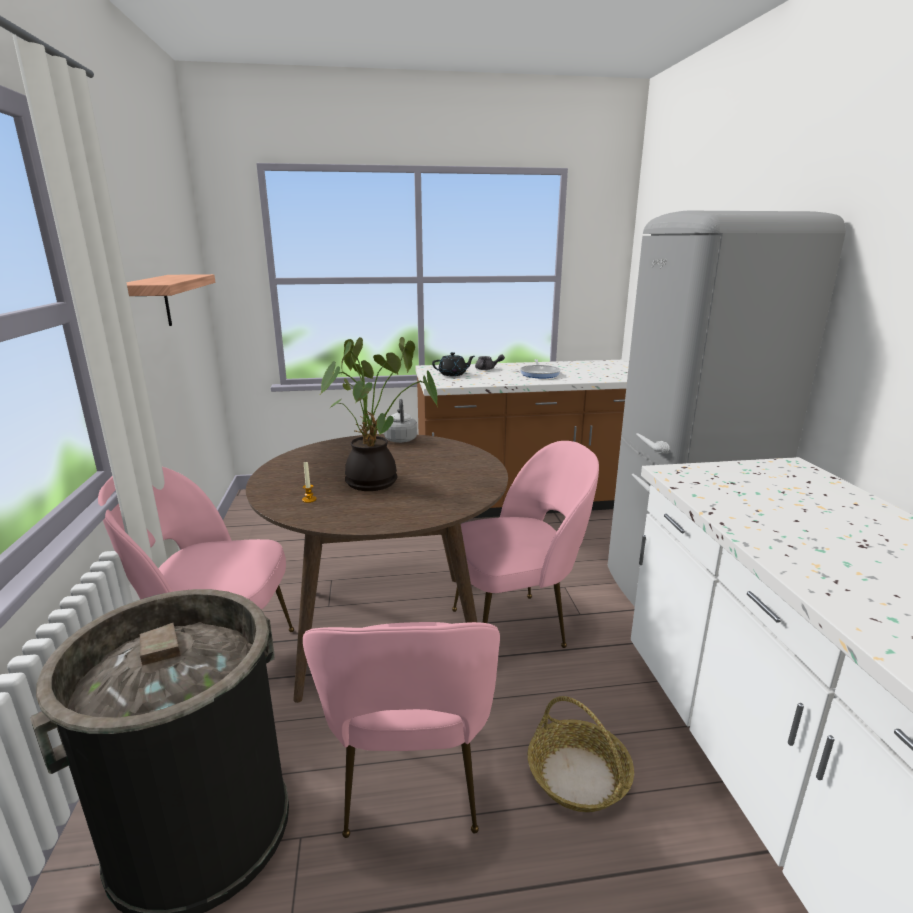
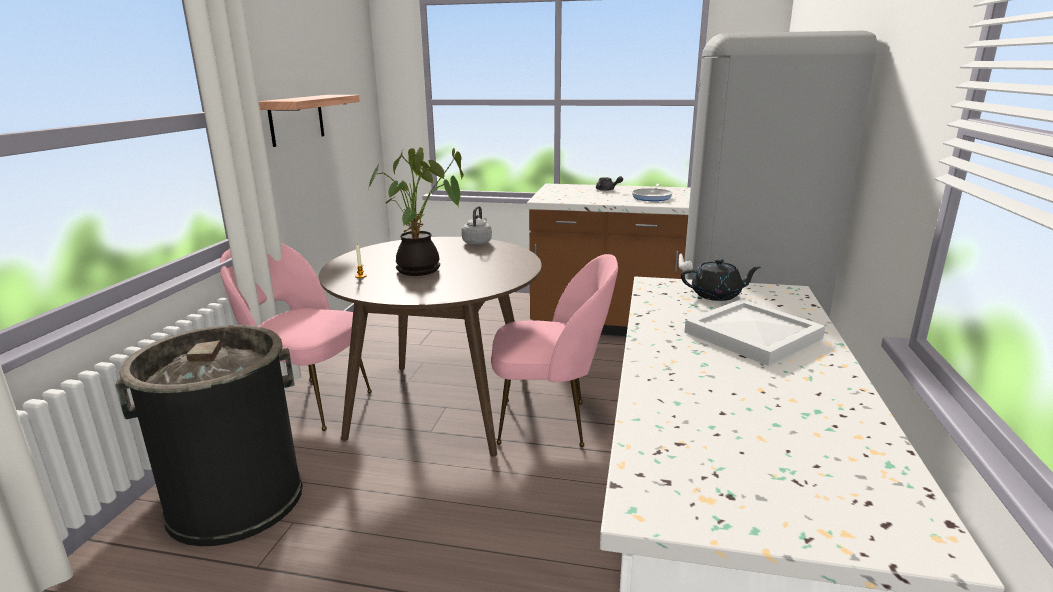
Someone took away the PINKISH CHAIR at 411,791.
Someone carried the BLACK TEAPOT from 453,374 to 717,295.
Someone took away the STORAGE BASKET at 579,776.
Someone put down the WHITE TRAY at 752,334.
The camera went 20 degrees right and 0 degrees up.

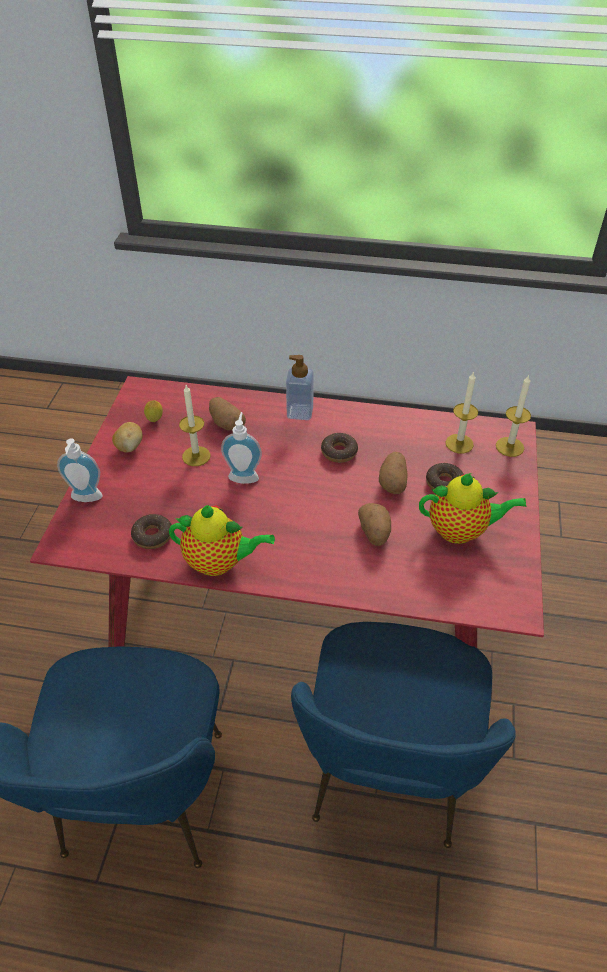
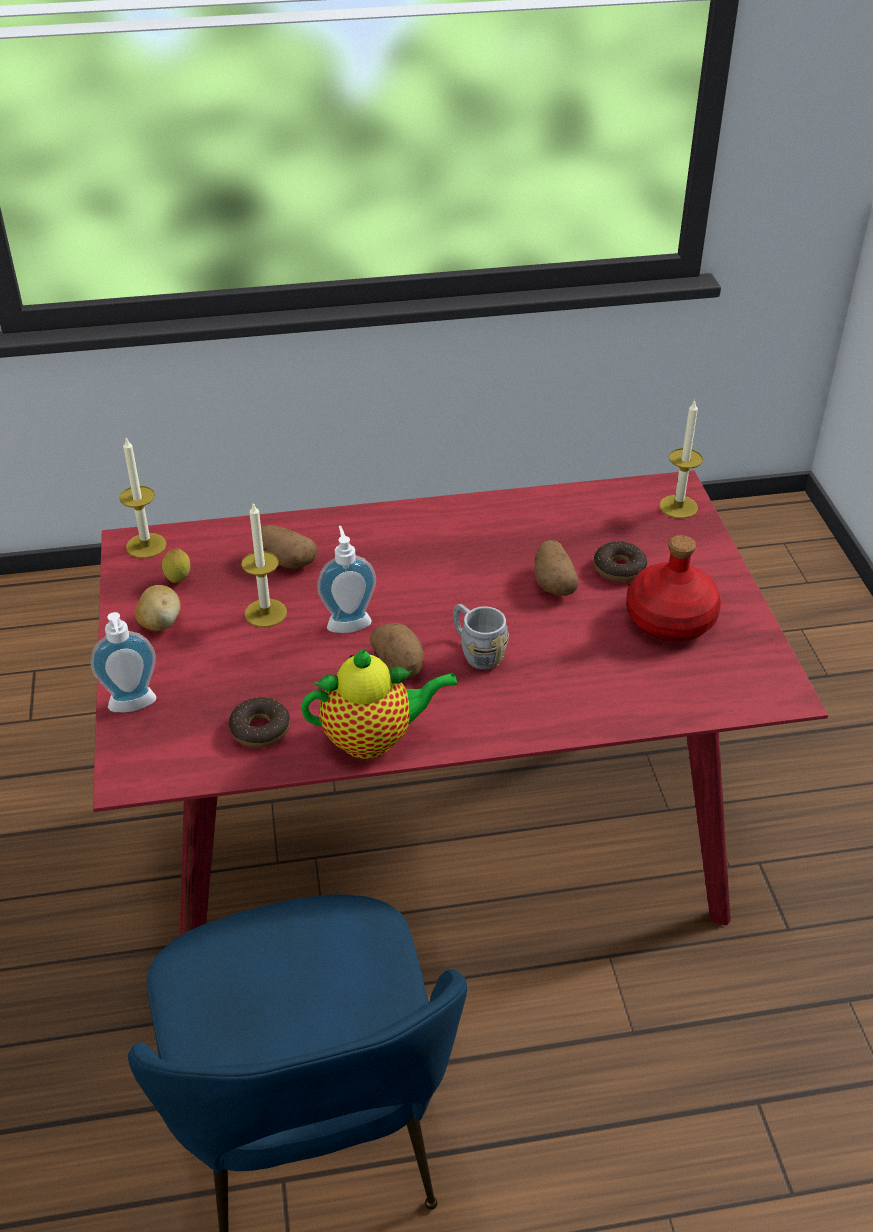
Someone took away the LIQUID SOAP BOTTLE at 300,412.
Someone took away the BLUE-COLOURED CHAIR at 385,783.
Someone took away the DONUT at 339,452.
Someone carried the SPUD from 374,533 to 400,664.
Someone swapped the TEAPOT at 461,531 for the REDDISH BOTTLE at 669,620.
Someone carried the WAX LIGHT from 459,443 to 146,545.
Someone put down the GRAY COFFEE MUG at 476,652.
The camera went 20 degrees left and 5 degrees down.

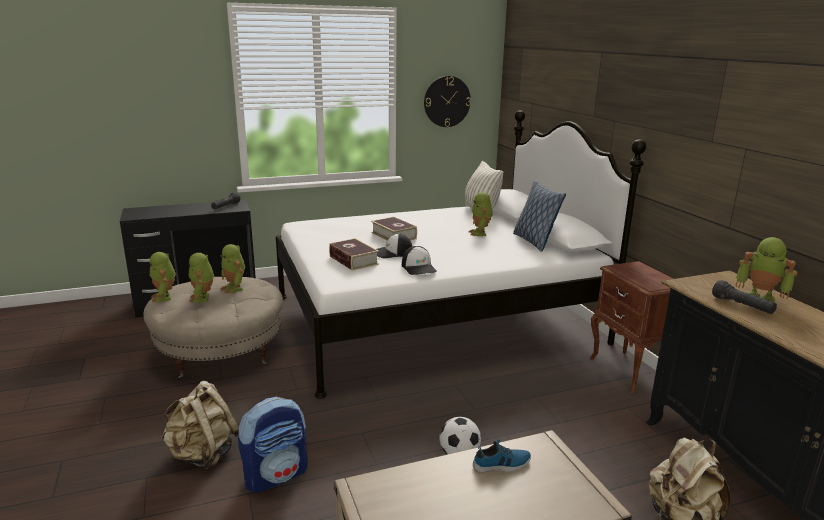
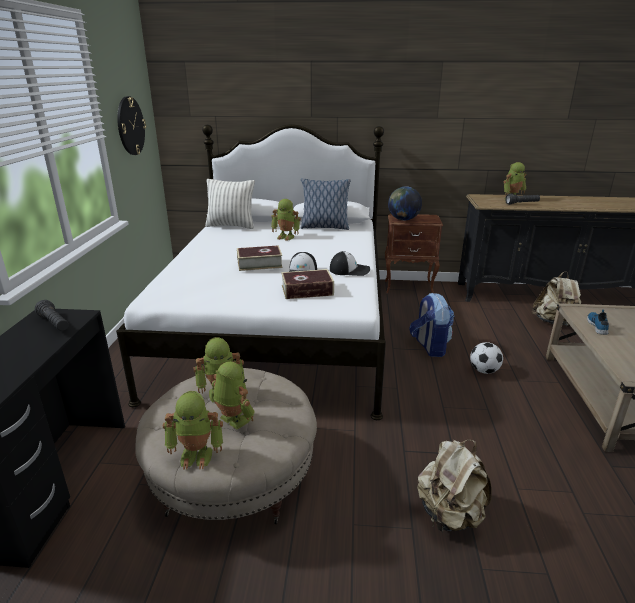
Someone rotated the ROBOT FIGURE at 203,298 by 150 degrees counterclockwise.
Someone carried the KNAPSACK from 276,475 to 429,347.
Someone put down the GLOBE at 403,219.
The camera went 65 degrees left and 5 degrees up.

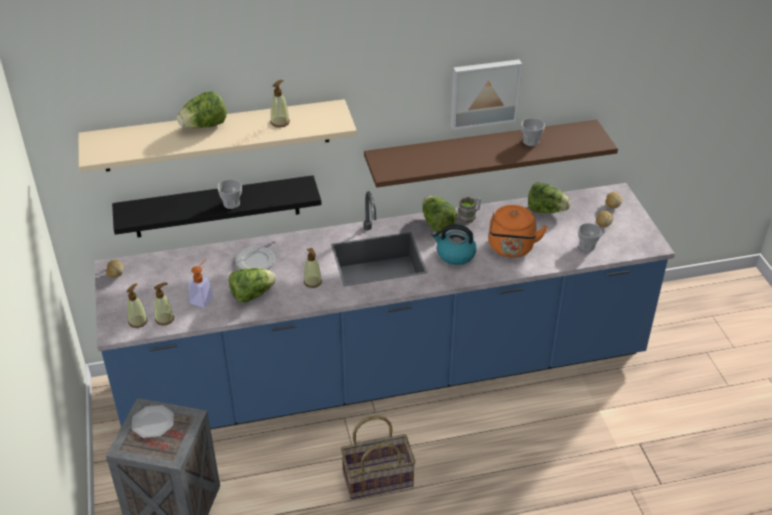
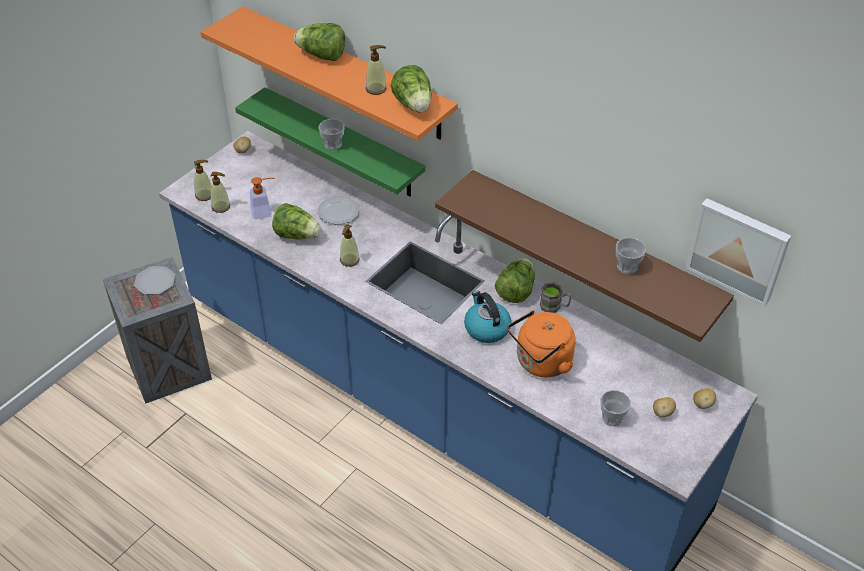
Someone repainted the BEIGE-COLOURED WALL SHELF at 217,135, which became the ORANGE-COLOURED WALL SHELF at 345,73.
Someone repainted the BLACK WALL SHELF at 217,207, which became the GREEN-COLOURED WALL SHELF at 343,143.
Someone took away the STORAGE BASKET at 378,478.
Someone carried the PICTURE from 484,93 to 738,249.
Someone carried the LETTUCE HEAD from 546,210 to 414,105.
The camera went 50 degrees right and 5 degrees up.

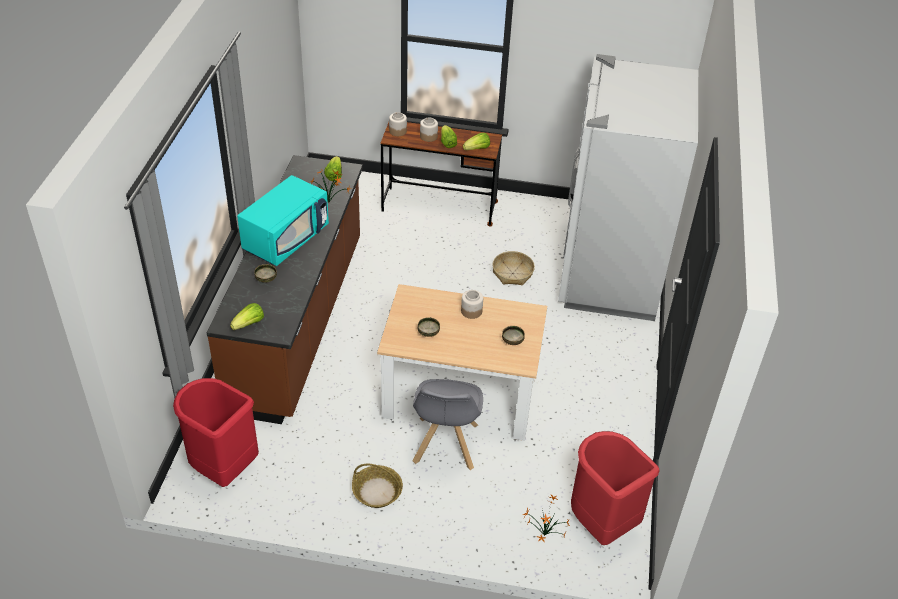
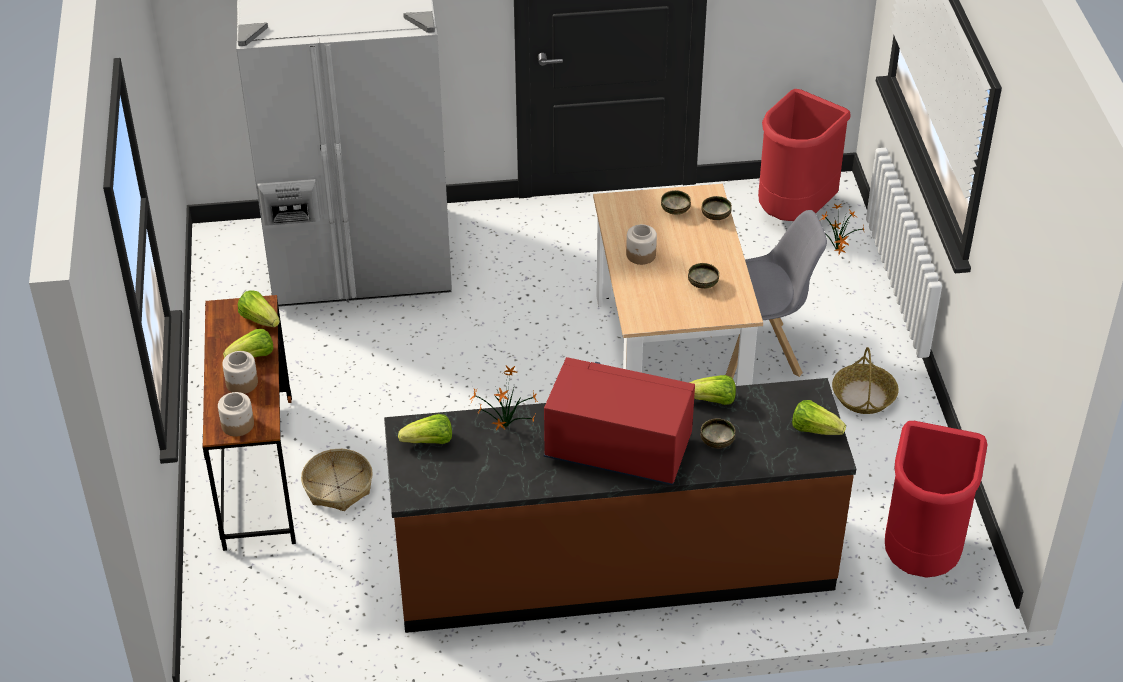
Someone repainted the BLUE-GREEN MICROWAVE at 286,239, which became the REDDISH MICROWAVE at 617,449.
Someone carried the STORAGE BASKET from 512,273 to 338,487.
Someone put down the LETTUCE HEAD at 712,401.
Someone put down the SERVING BOWL at 716,217.
The camera went 105 degrees left and 0 degrees up.

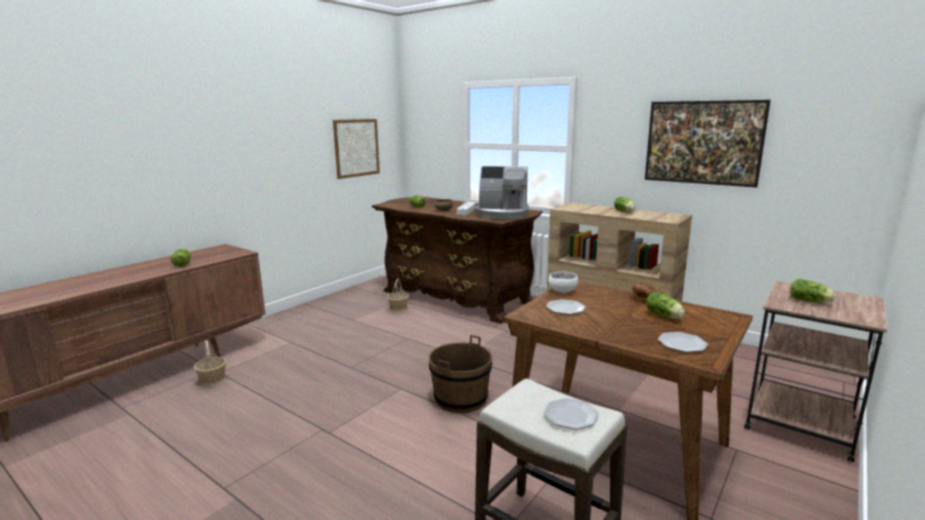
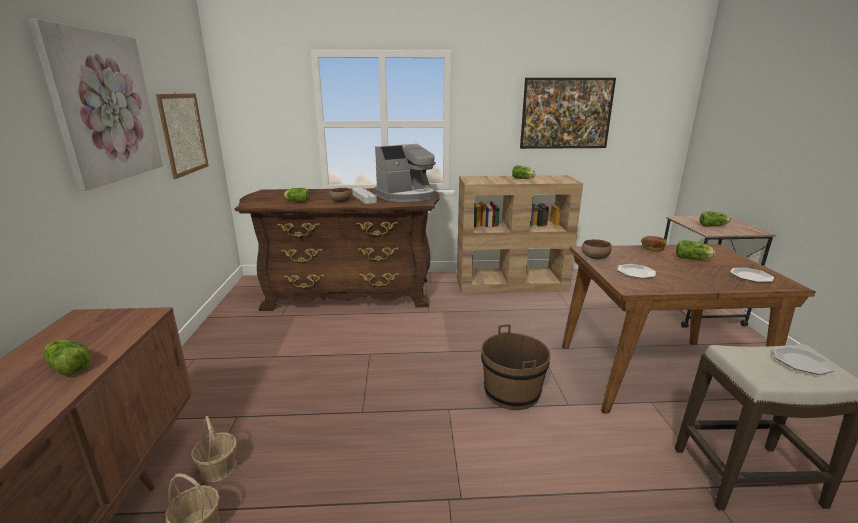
Someone carried the STORAGE BASKET from 398,309 to 219,468.
Someone repainted the WHITE SERVING BOWL at 562,291, which became the BROWN SERVING BOWL at 594,258.
Someone put up the PICTURE at 105,107.
The camera went 40 degrees left and 5 degrees up.

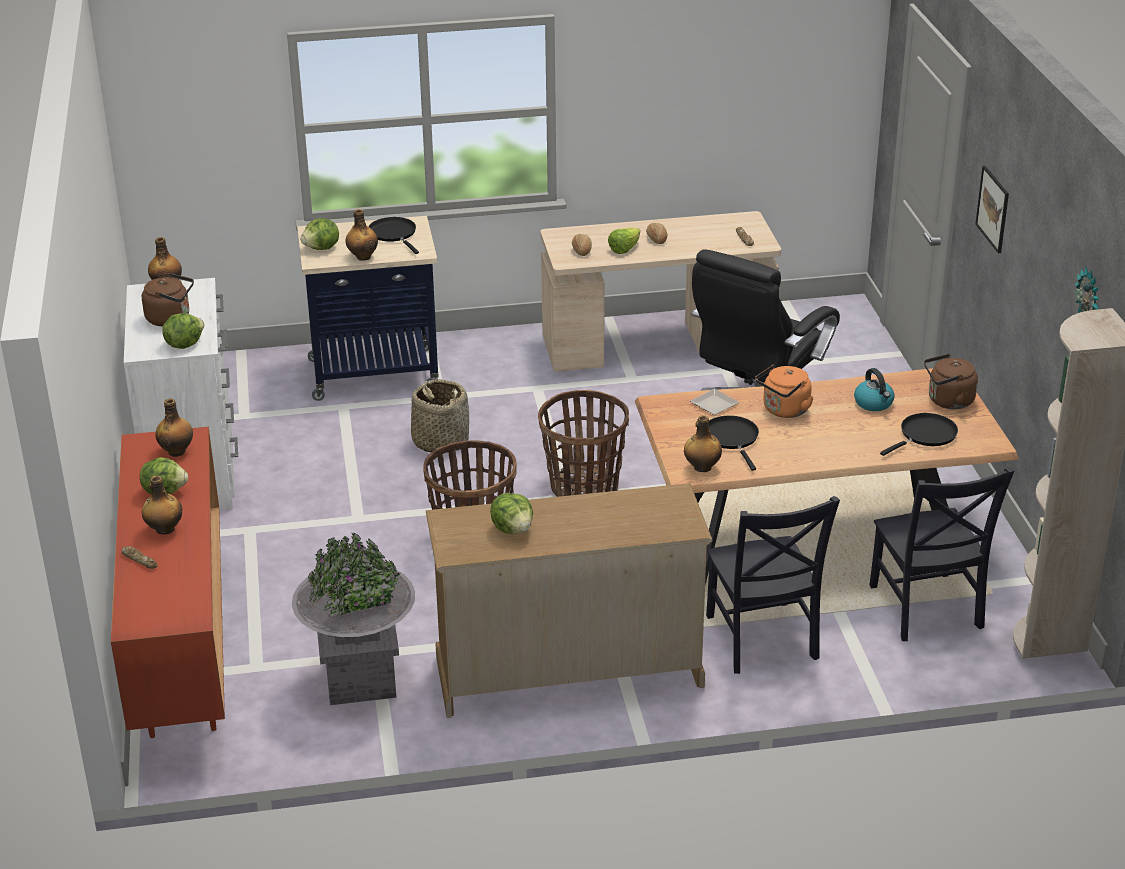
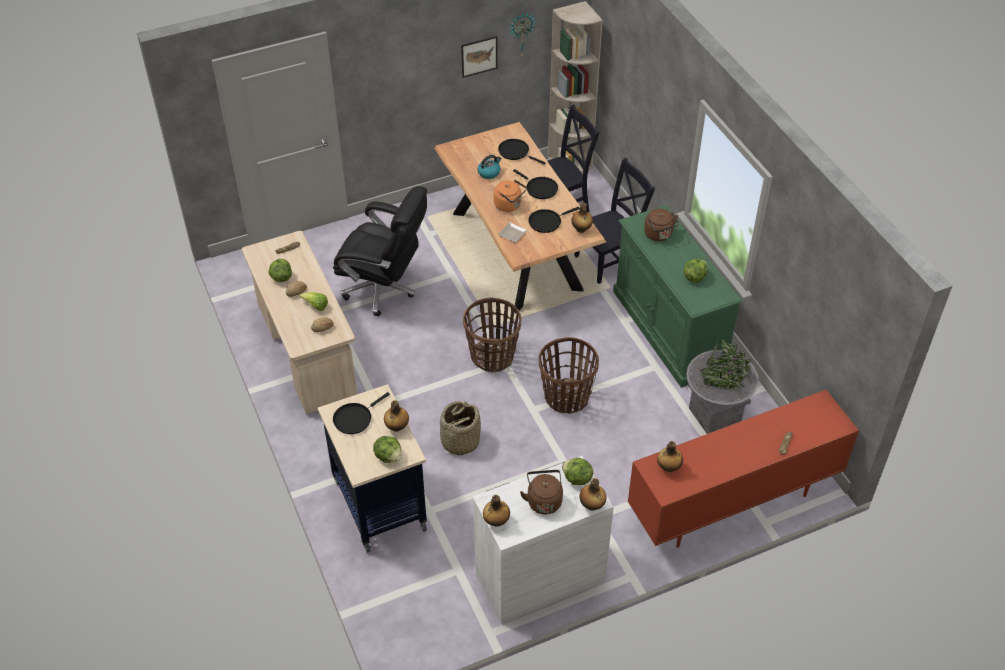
Someone carried the LETTUCE HEAD from 164,491 to 281,277.
Someone carried the BOTTLE from 164,529 to 591,505.
Someone repainted the BROWN CUPBOARD at 566,671, which became the GREEN-COLOURED CUPBOARD at 668,331.
Someone carried the BROWN TEA KETTLE from 947,401 to 659,235.
Someone carried the PICTURE from 993,209 to 479,56.
Someone put down the BLACK PAN at 539,188.
The camera went 105 degrees left and 15 degrees up.

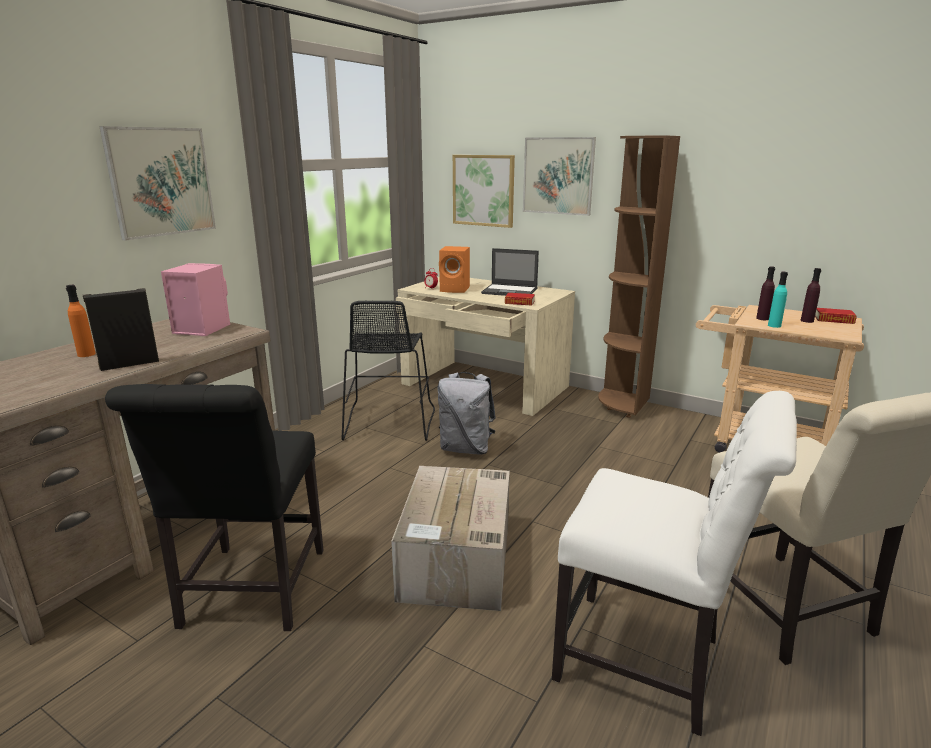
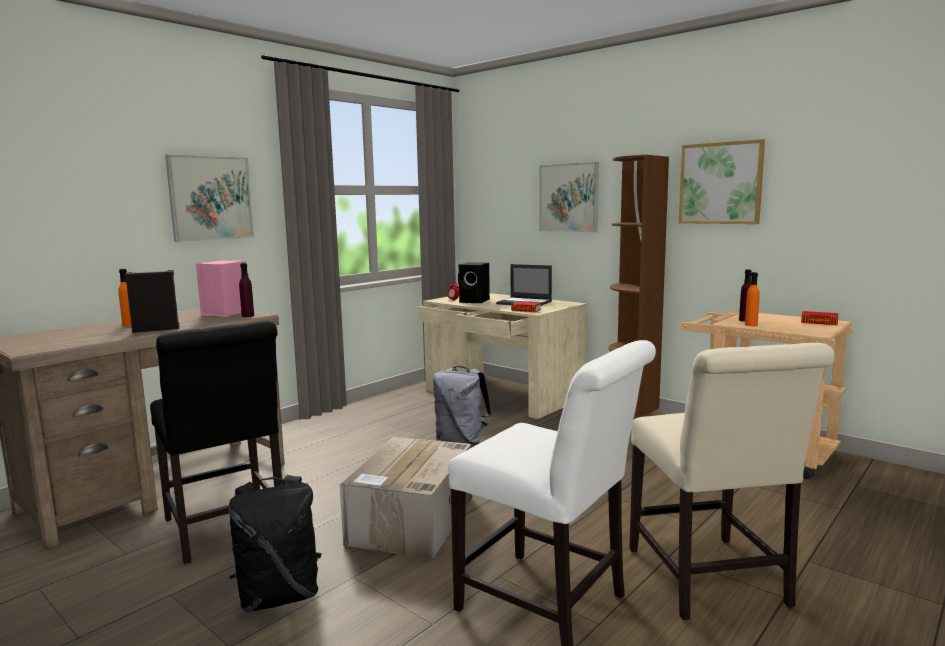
Someone rotated the BLACK CHAIR at 249,594 by 45 degrees counterclockwise.
Someone took away the BLACK SITTING STOOL at 388,424.
Someone repainted the ORANGE-COLOURED AUDIO SPEAKER at 456,289, which became the BLACK AUDIO SPEAKER at 475,301.
Someone carried the PICTURE from 483,190 to 720,183.
Someone repainted the BLUE-GREEN BOTTLE at 774,325, which became the ORANGE-COLOURED BOTTLE at 751,325.
Someone carried the PURPLE-COLOURED BOTTLE from 807,321 to 248,316.
Someone put down the BLACK KNAPSACK at 279,596.
The camera went 10 degrees right and 10 degrees down.

